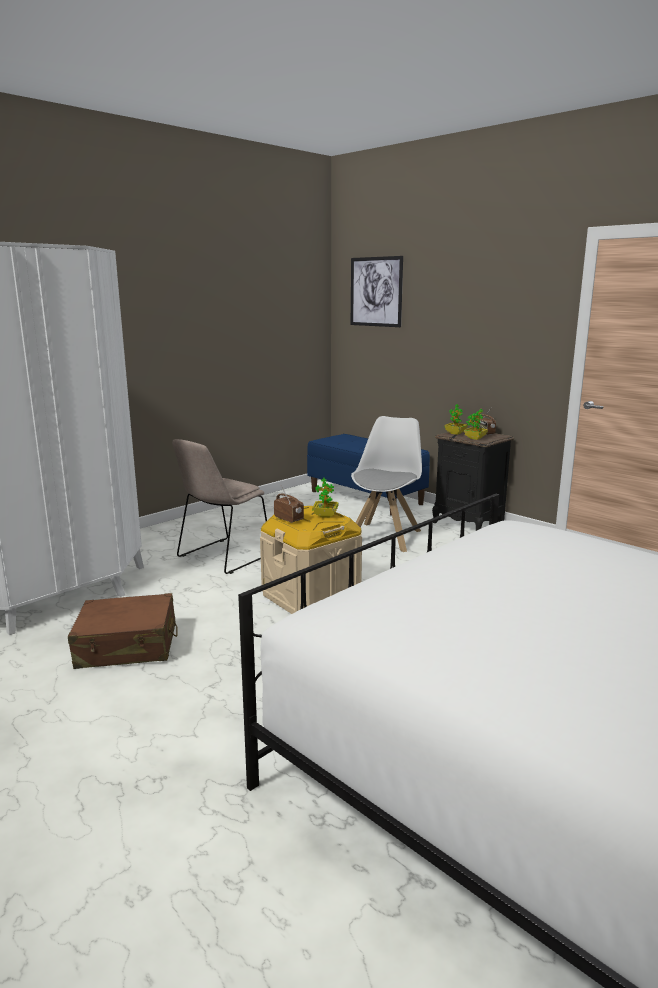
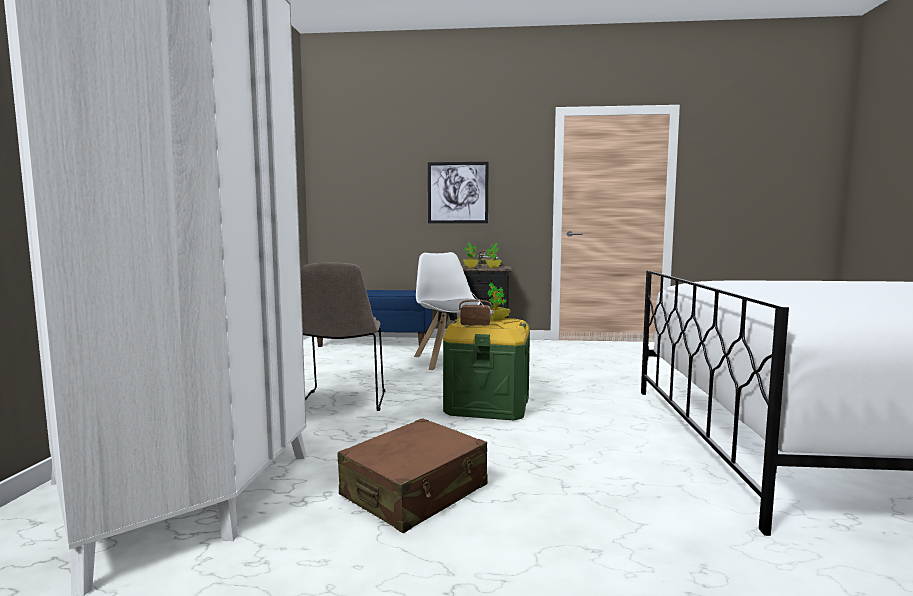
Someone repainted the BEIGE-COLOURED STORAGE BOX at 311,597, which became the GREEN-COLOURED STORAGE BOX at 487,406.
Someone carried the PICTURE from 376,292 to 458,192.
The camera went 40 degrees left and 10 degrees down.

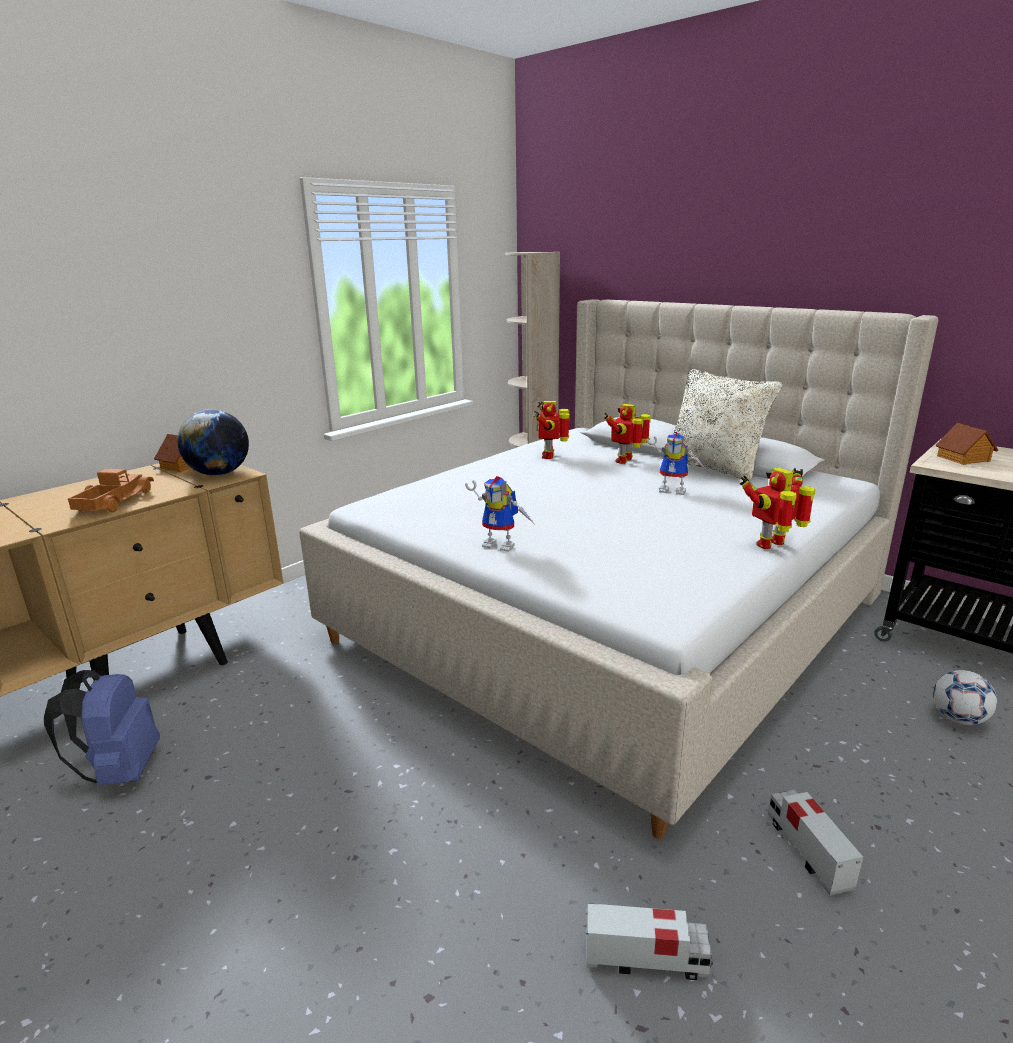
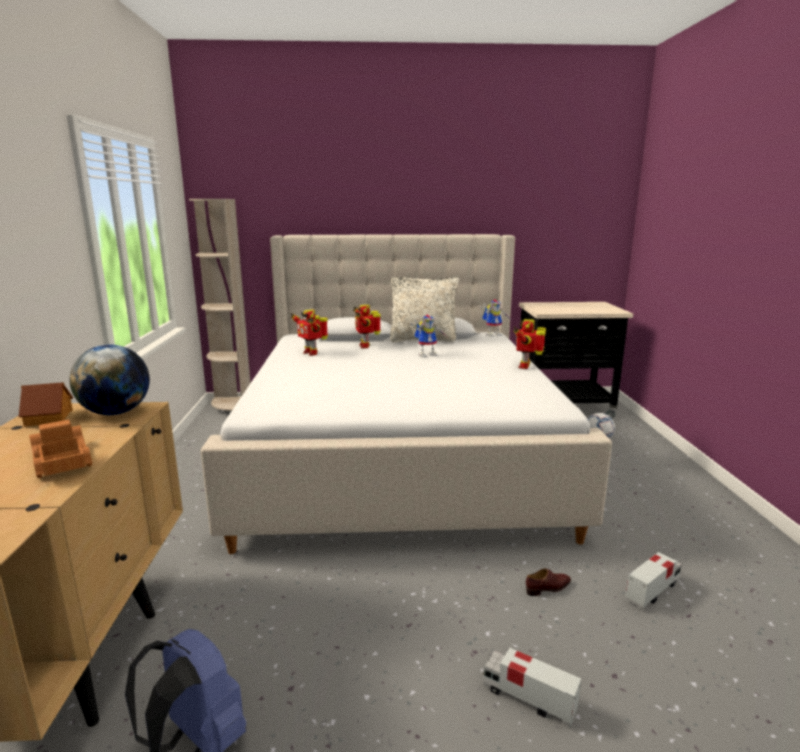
Someone carried the ROBOT FIGURE from 502,545 to 493,334.
Someone carried the TOY LORRY from 807,852 to 528,698.
Someone took away the MINIATURE HOUSE at 963,459.
Someone put down the BROWN LOW SHOE at 548,588.
The camera went 45 degrees left and 5 degrees down.

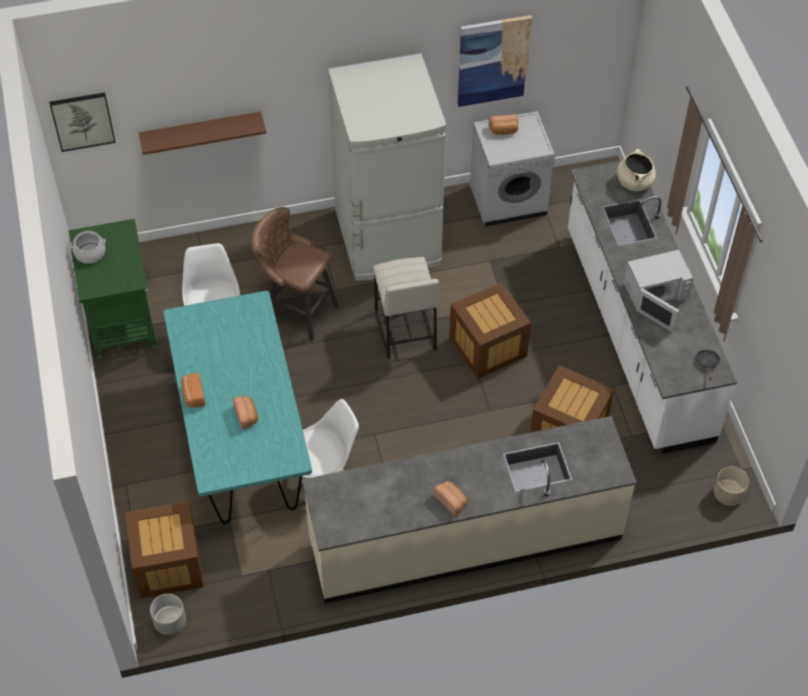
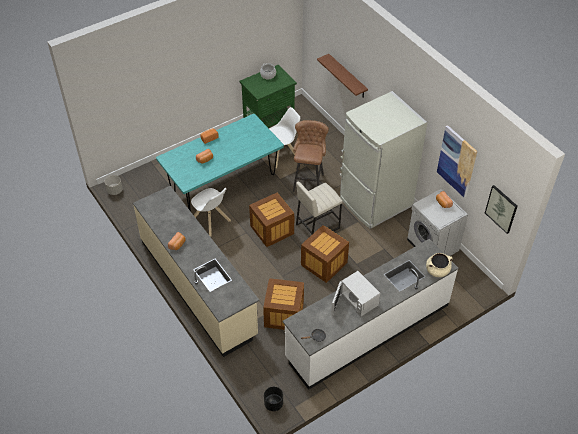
Someone carried the PICTURE from 82,121 to 501,209.
Someone carried the SHIPPING CRATE from 168,565 to 272,230.
Someone repainted the BEIGE-COLOURED PLANTER at 728,495, which became the BLACK PLANTER at 273,404.
The camera went 70 degrees right and 5 degrees down.

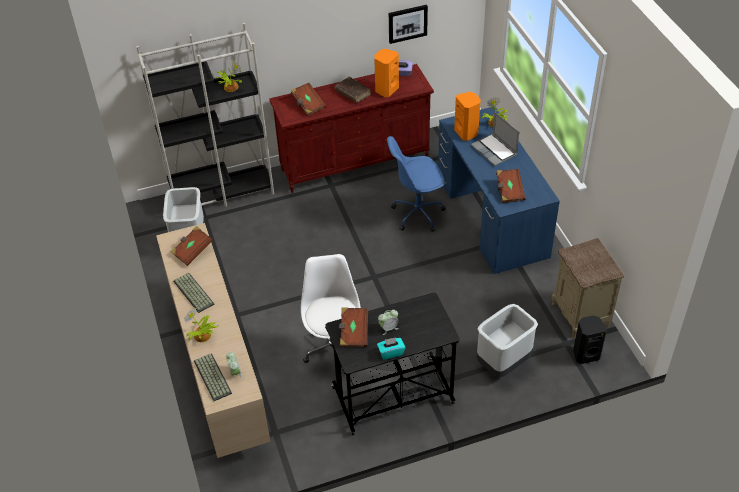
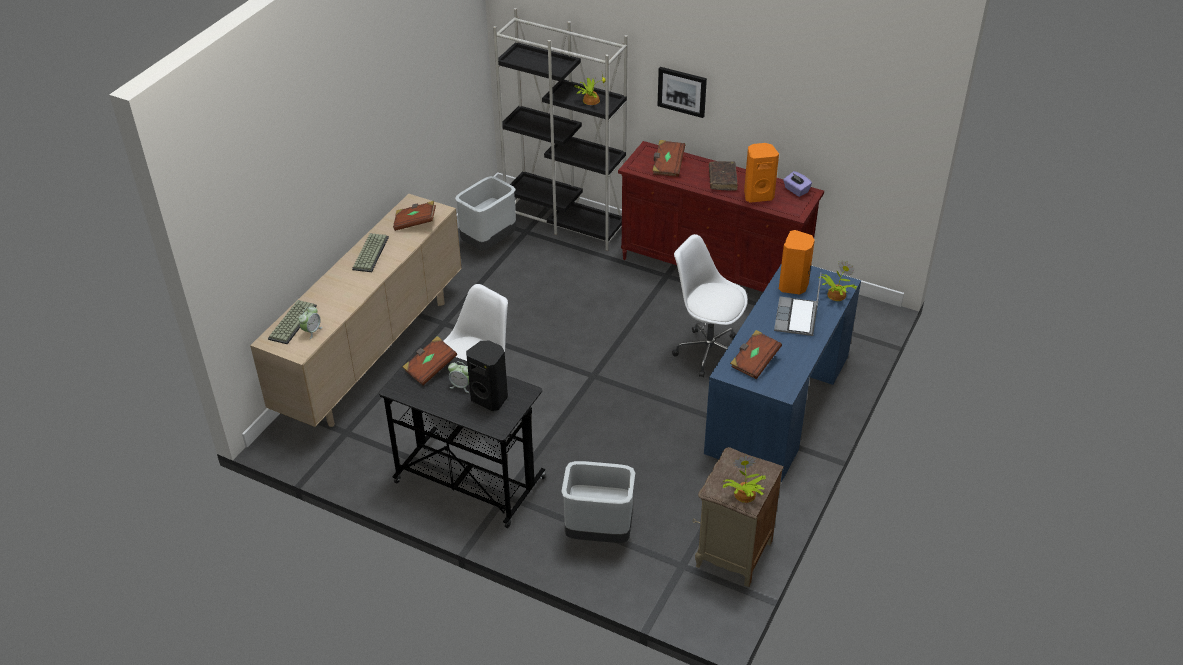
Someone carried the PLANT IN A POT from 202,336 to 744,495.
Someone took away the BLUE-GREEN TISSUE BOX at 391,352.
Someone repainted the BLUE-COLOURED DESK CHAIR at 416,214, which became the WHITE DESK CHAIR at 707,352.
Someone carried the PICTURE from 407,23 to 682,91.
Someone carried the BLACK AUDIO SPEAKER from 585,354 to 490,398.
The camera went 45 degrees right and 5 degrees down.

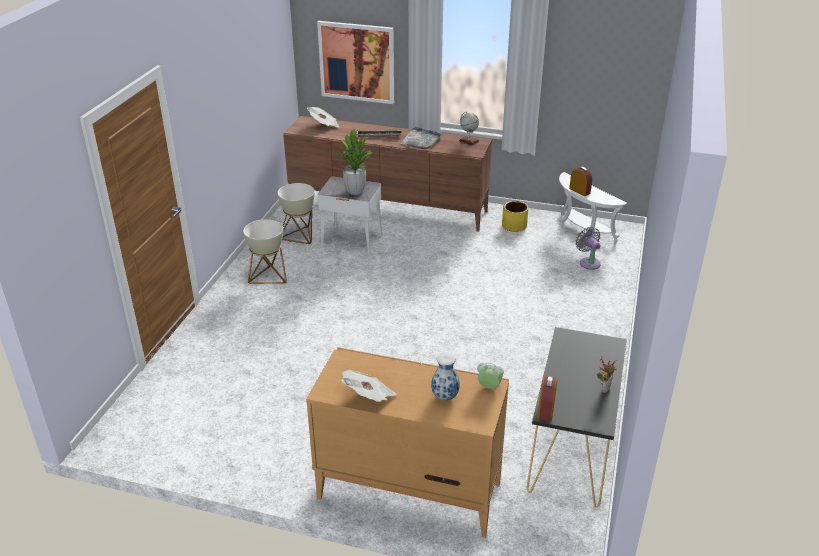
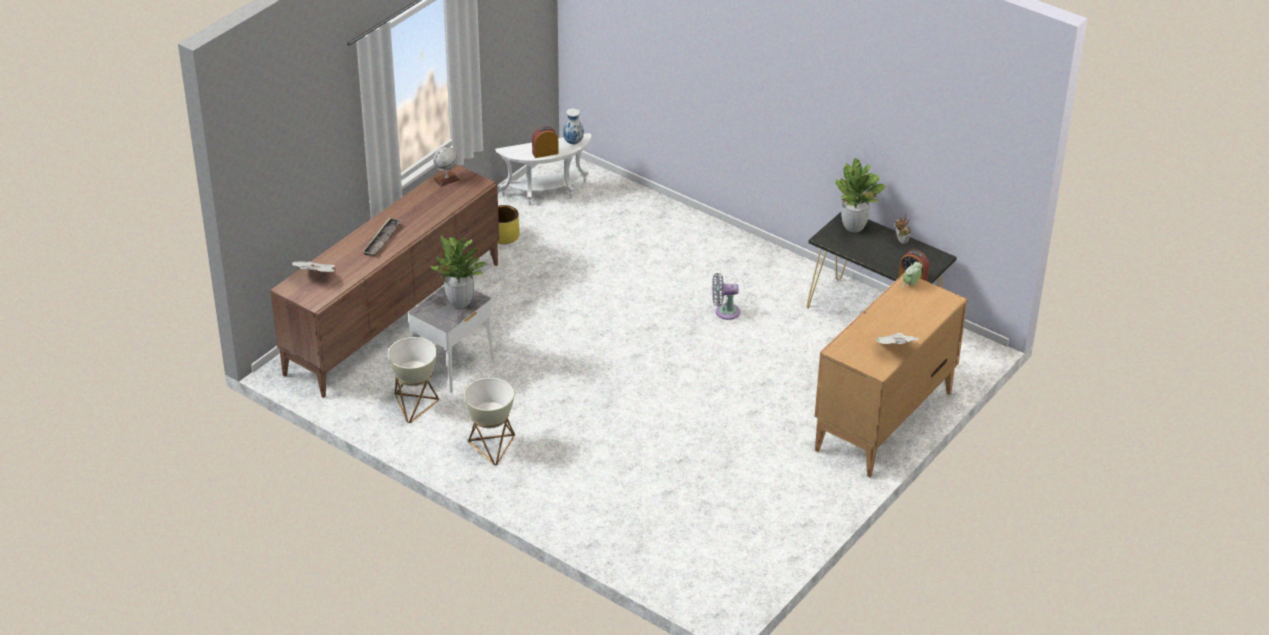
Someone took away the PICTURE at 356,62.
Someone took away the GRAY TRAY at 421,140.
Someone carried the DECORATIVE VASE from 445,397 to 573,142.
Someone carried the GRAY ELECTRIC FAN from 588,262 to 724,312.
Someone put down the PLANT IN A POT at 854,227.
The camera went 70 degrees left and 5 degrees up.

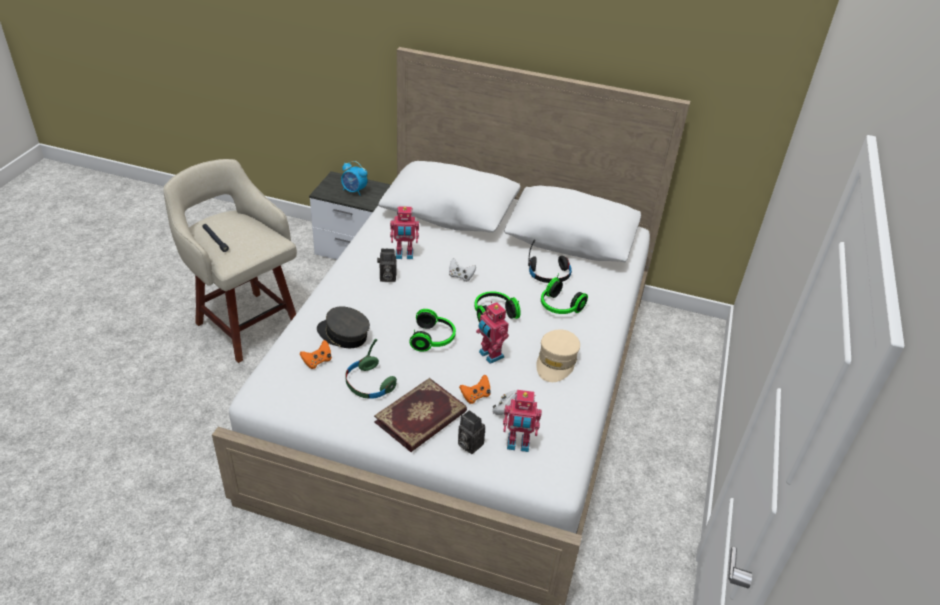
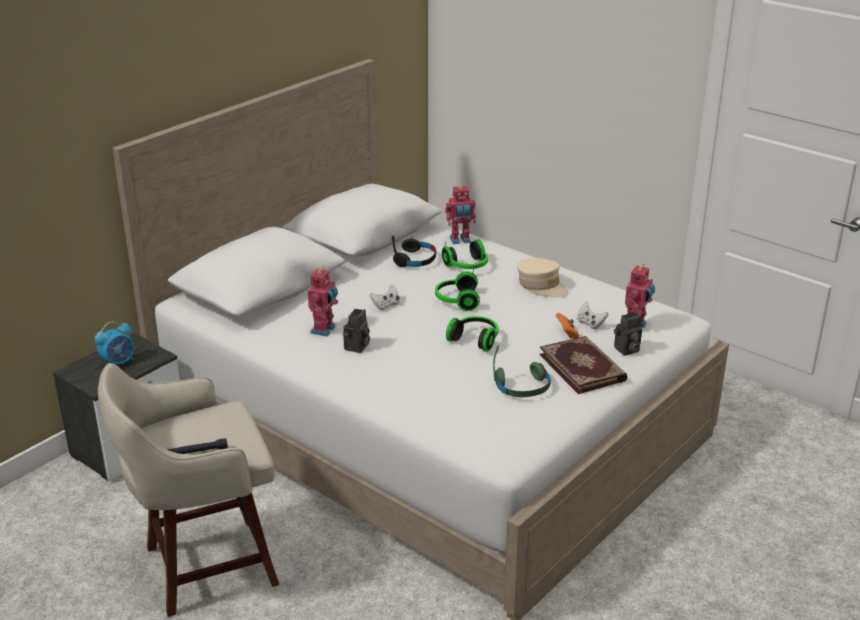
Someone took away the ORANGE-COLOURED JOYPAD at 317,361.
Someone took away the GRAY PEAKED CAP at 343,335.
Someone carried the ROBOT FIGURE from 490,355 to 460,240.
The camera went 65 degrees left and 10 degrees down.

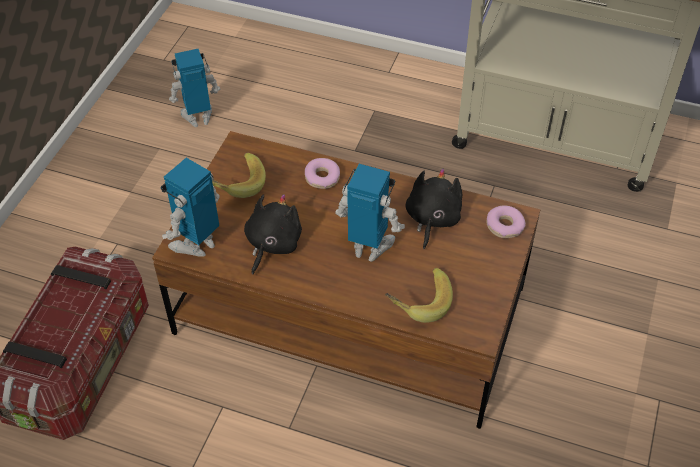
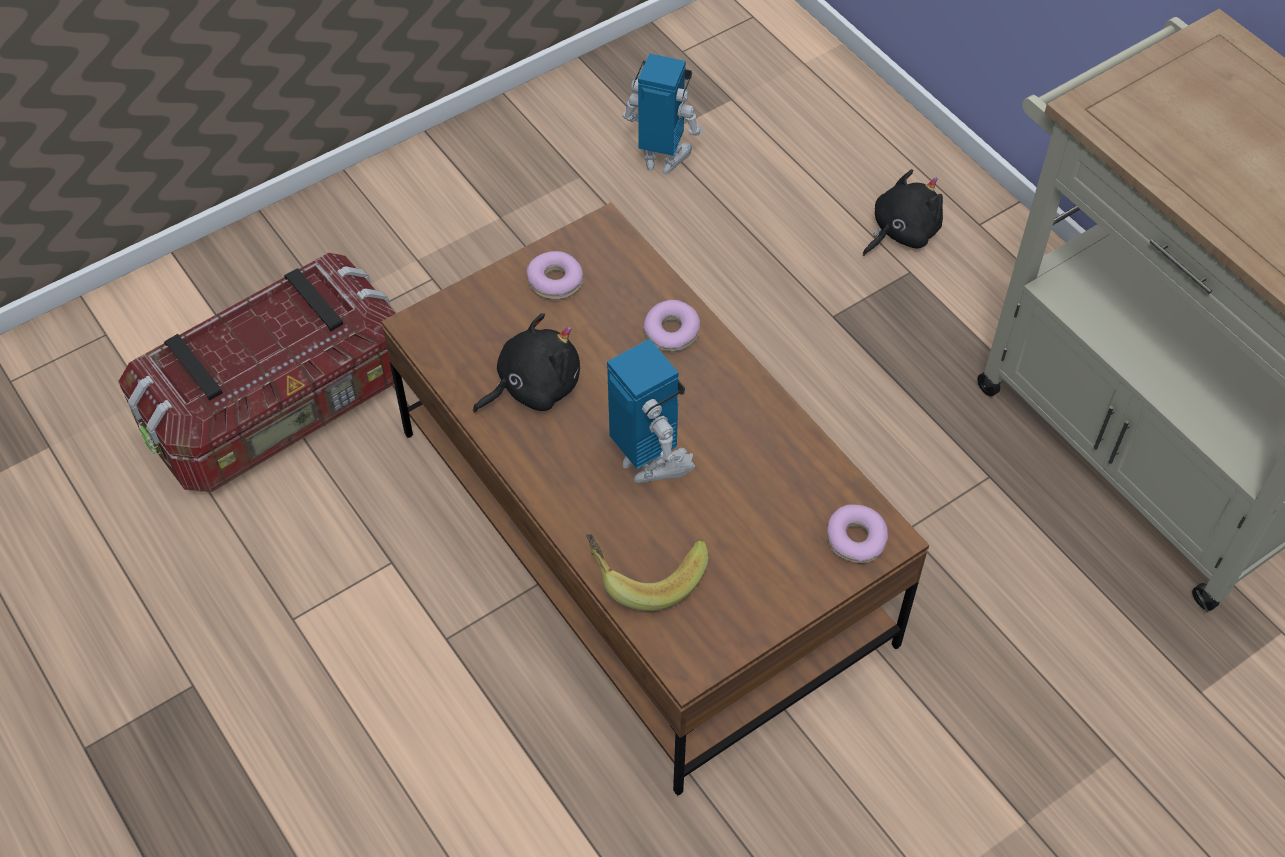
Someone took away the ROBOT FIGURE at 197,244.
Someone swapped the BANANA FRUIT at 235,185 for the DONUT at 555,281.
Someone carried the BLACK PLUSH TOY from 432,219 to 901,232.
The camera went 35 degrees right and 5 degrees up.

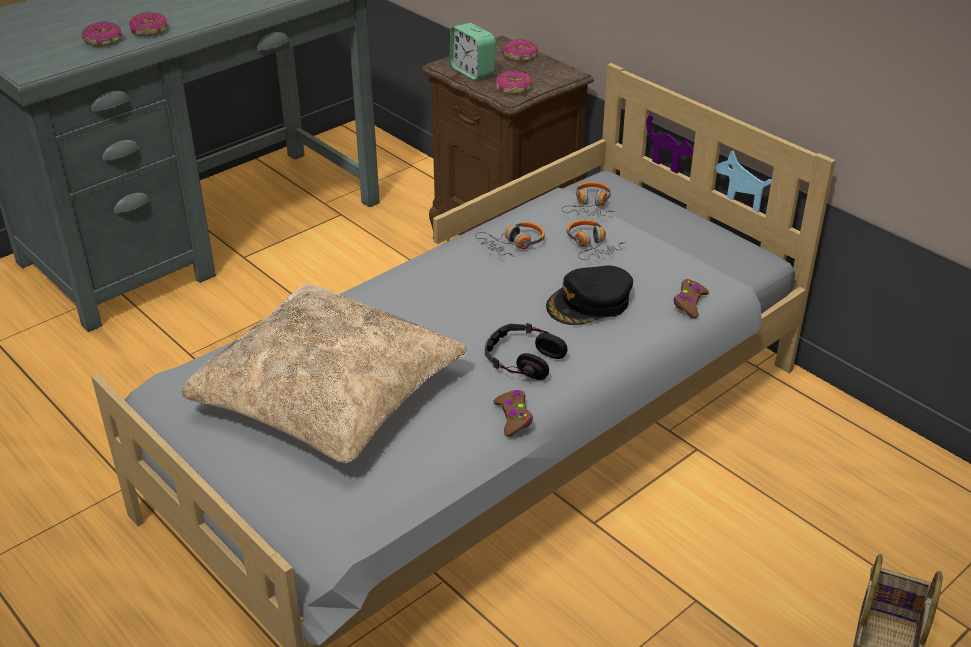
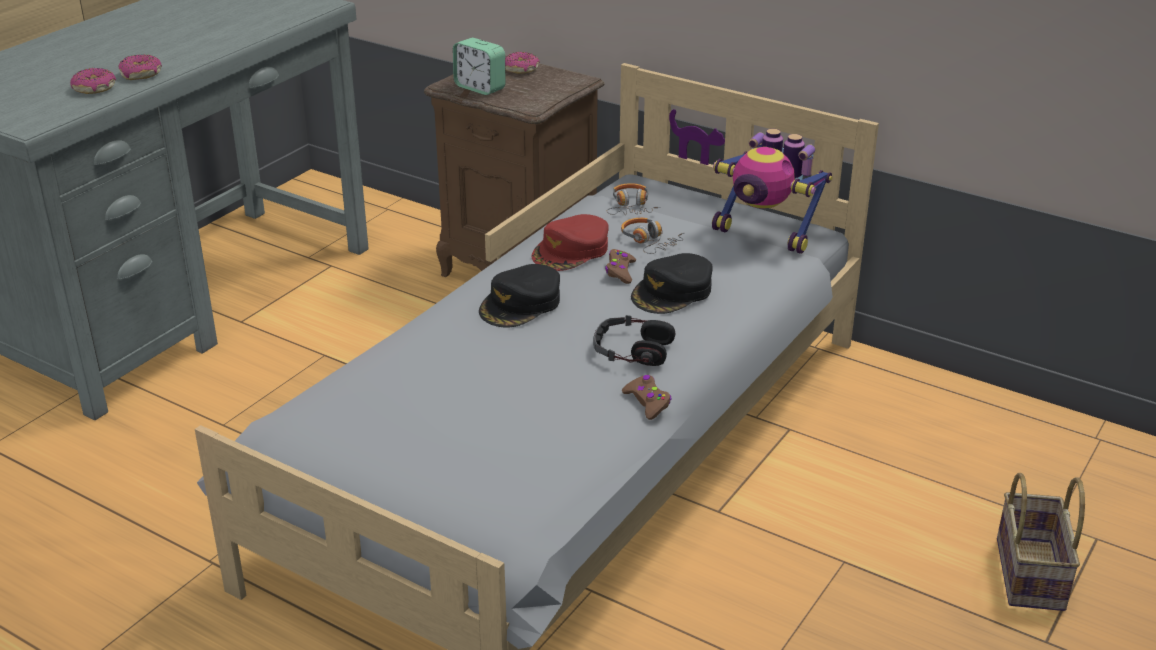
Someone took away the BEIGE-COLOURED PILLOW at 329,394.
Someone swapped the PAIR OF HEADPHONES at 513,245 for the REDDISH PEAKED CAP at 571,251.
Someone took away the DONUT at 513,88.
Someone carried the BROWN JOYPAD from 689,303 to 620,271.
Someone put down the BLACK PEAKED CAP at 521,304.
Someone put down the ROBOT FIGURE at 765,235.
The camera went 15 degrees left and 5 degrees down.

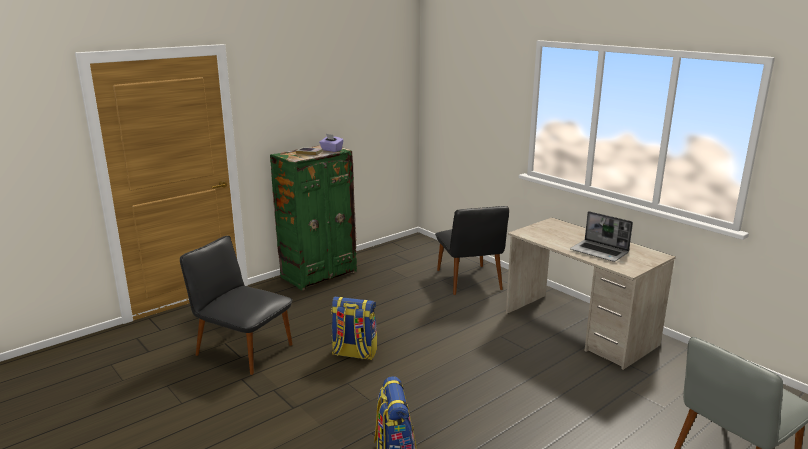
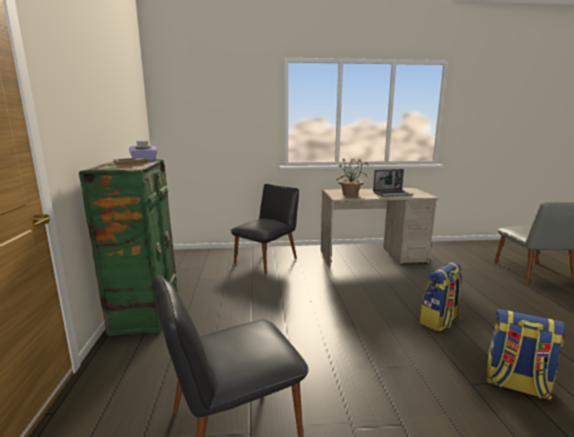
Someone carried the KNAPSACK from 354,353 to 439,321.
Someone rotated the BLACK CHAIR at 468,279 by 75 degrees counterclockwise.
Someone put down the PLANT IN A POT at 350,195.
The camera went 55 degrees left and 5 degrees down.

